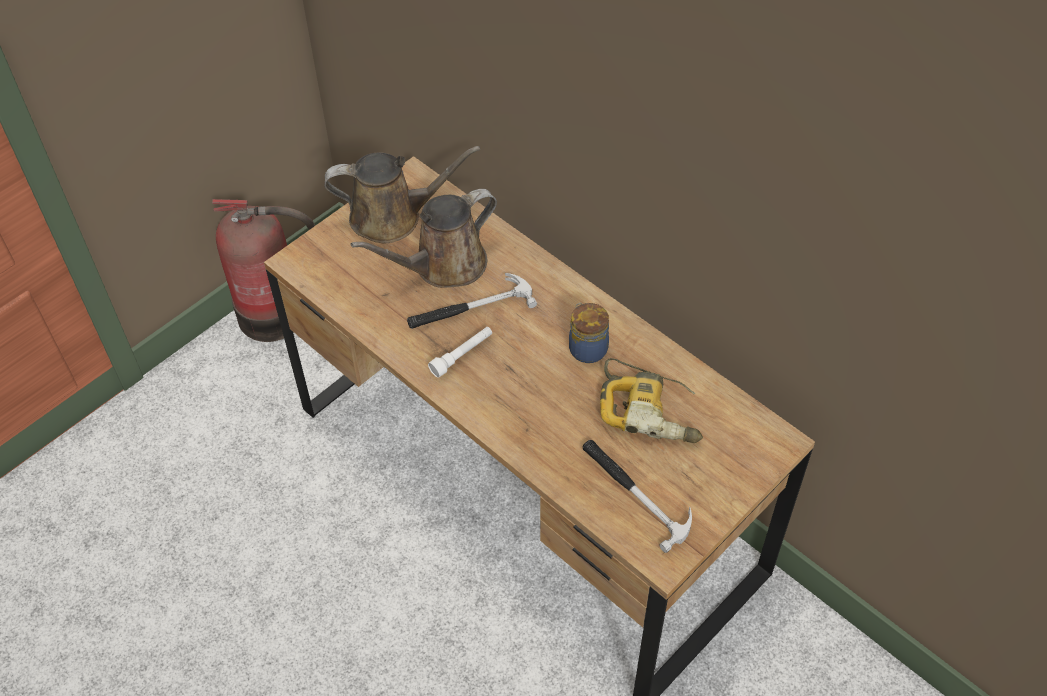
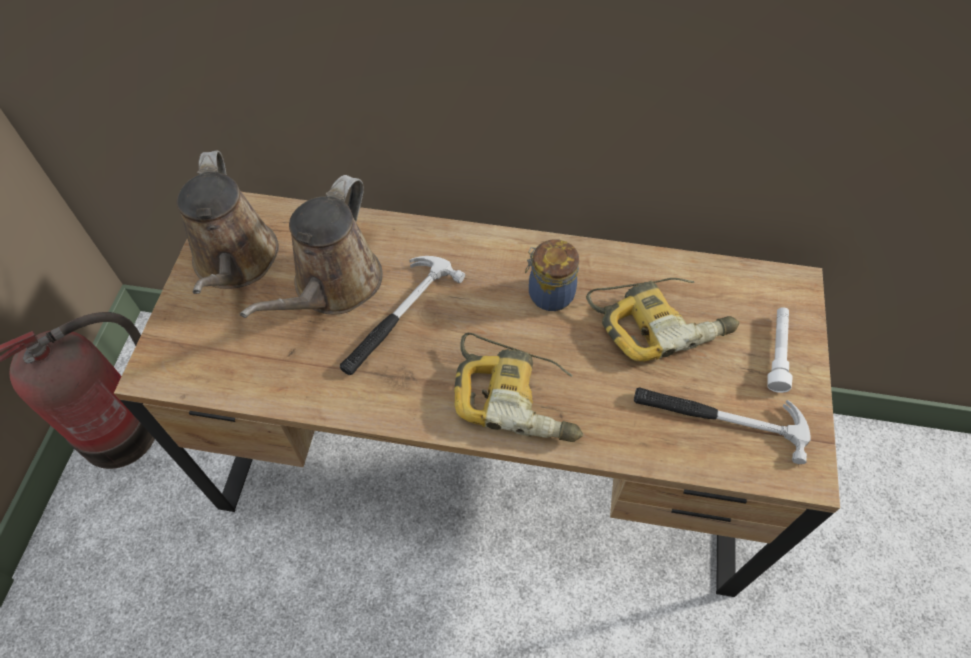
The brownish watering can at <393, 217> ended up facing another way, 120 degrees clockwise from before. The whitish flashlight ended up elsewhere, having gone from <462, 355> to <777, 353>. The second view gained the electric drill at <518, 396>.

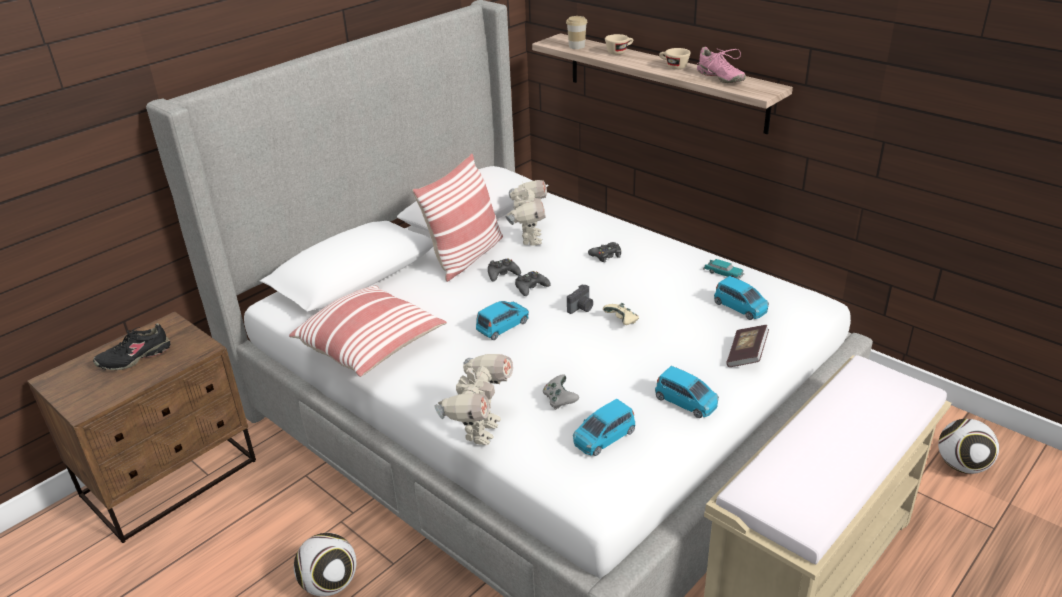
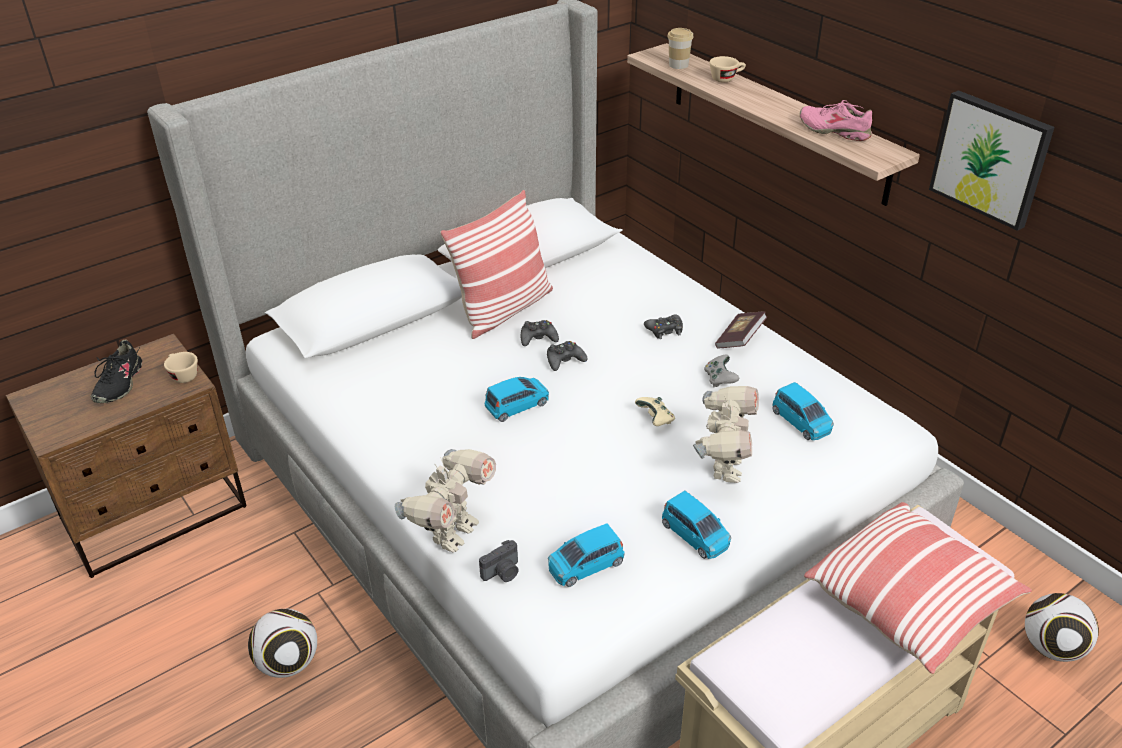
The pinkish low shoe at <720, 77> ended up facing another way, 150 degrees clockwise from before. The sand-coloured small cup ended up elsewhere, having gone from <673, 67> to <182, 375>. The robot figure ended up elsewhere, having gone from <529, 239> to <723, 467>. The second view lost the toy car at <723, 273>. The still camera ended up elsewhere, having gone from <581, 308> to <503, 573>. The throw pillow ended up elsewhere, having gone from <372, 346> to <910, 602>. The blackish low shoe at <135, 357> ended up facing another way, 60 degrees counterclockwise from before. The volume ended up elsewhere, having gone from <746, 355> to <739, 339>. The grey joypad ended up elsewhere, having gone from <559, 400> to <719, 379>. The second view gained the picture at <991, 158>.

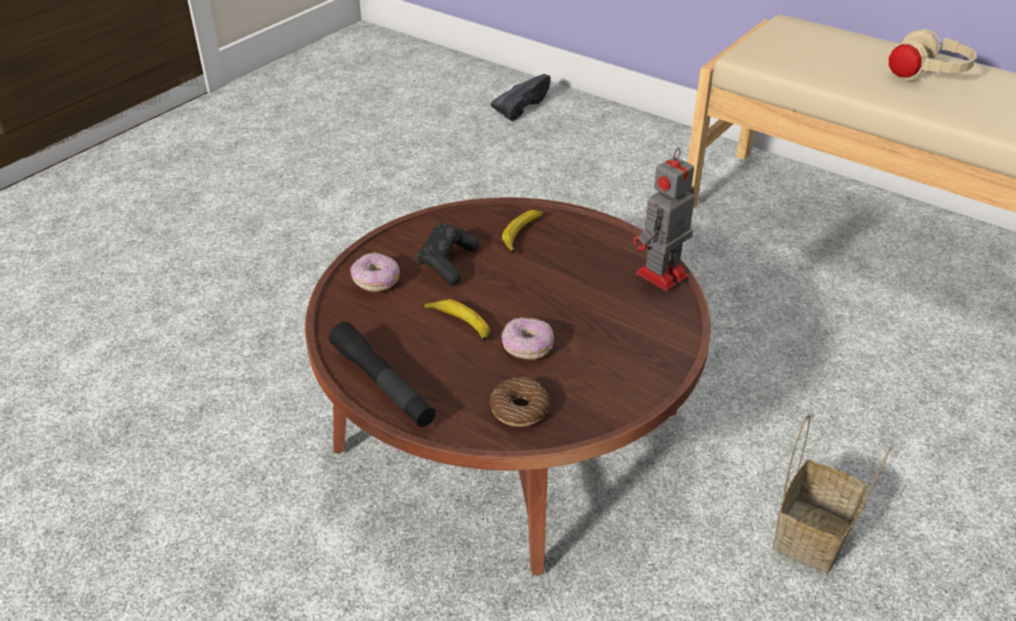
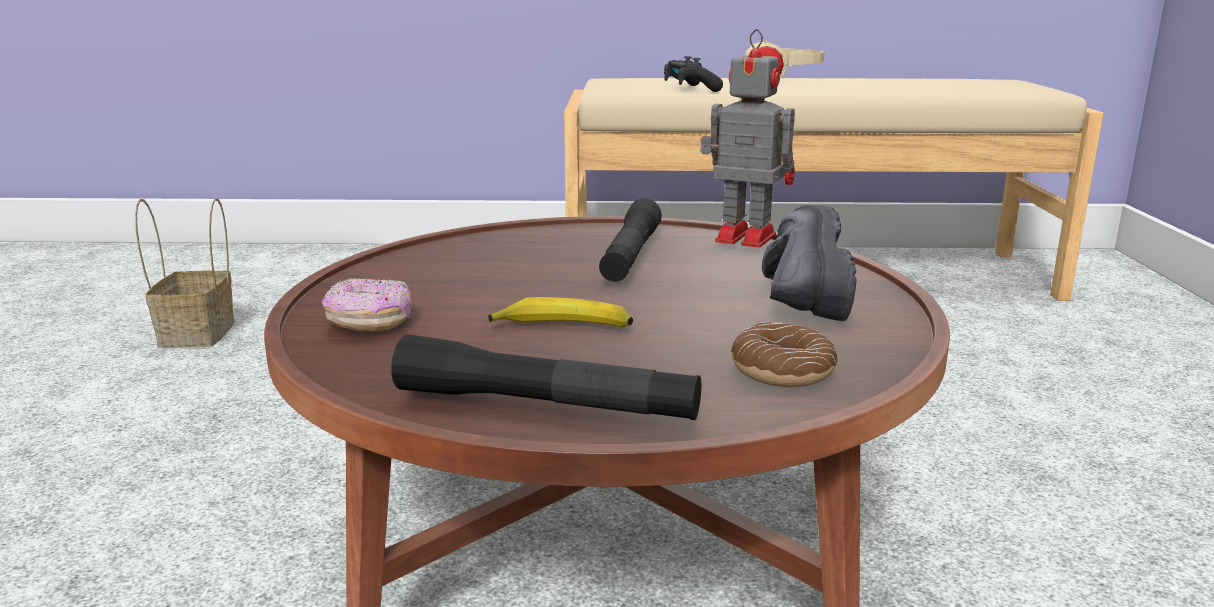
The blackish low shoe ended up elsewhere, having gone from <520, 106> to <792, 293>. The robot figure at <659, 276> ended up facing another way, 105 degrees clockwise from before. The second view lost the banana at <522, 235>. The blackish joypad ended up elsewhere, having gone from <447, 263> to <691, 89>. The second view lost the ring doughnut at <527, 348>. The basket ended up elsewhere, having gone from <812, 538> to <198, 335>. The second view gained the blackish flashlight at <630, 256>.

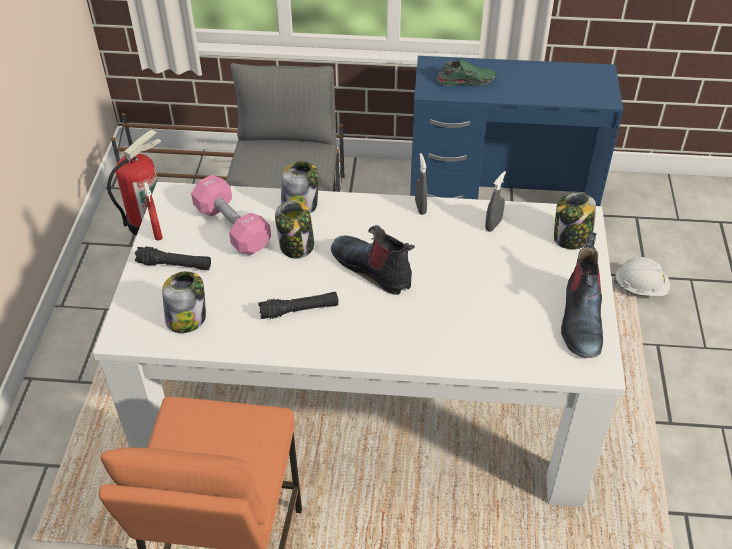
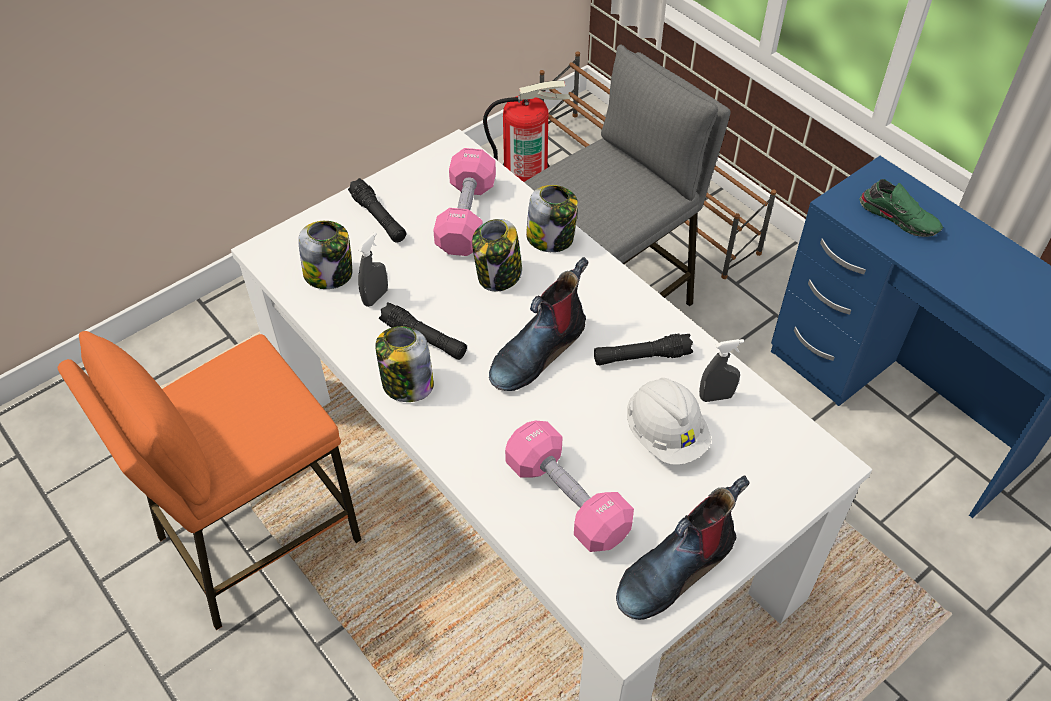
The grey sprayer ended up elsewhere, having gone from <420, 207> to <375, 297>. The second view lost the red-coloured sprayer at <157, 233>. The jar ended up elsewhere, having gone from <571, 238> to <406, 384>. The high-top boot at <373, 269> ended up facing another way, 135 degrees counterclockwise from before. The whitish hard hat ended up elsewhere, having gone from <640, 288> to <665, 435>. The second view gained the blackish flashlight at <641, 357>. The second view gained the pinkish free weight at <567, 499>.

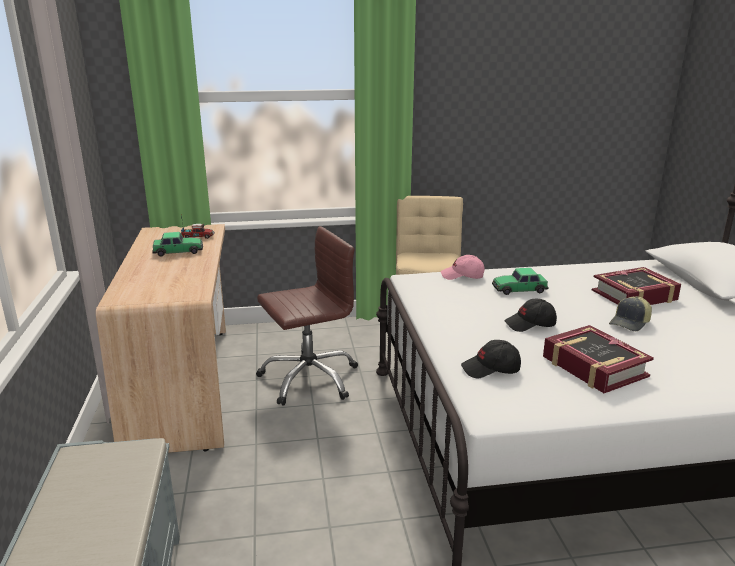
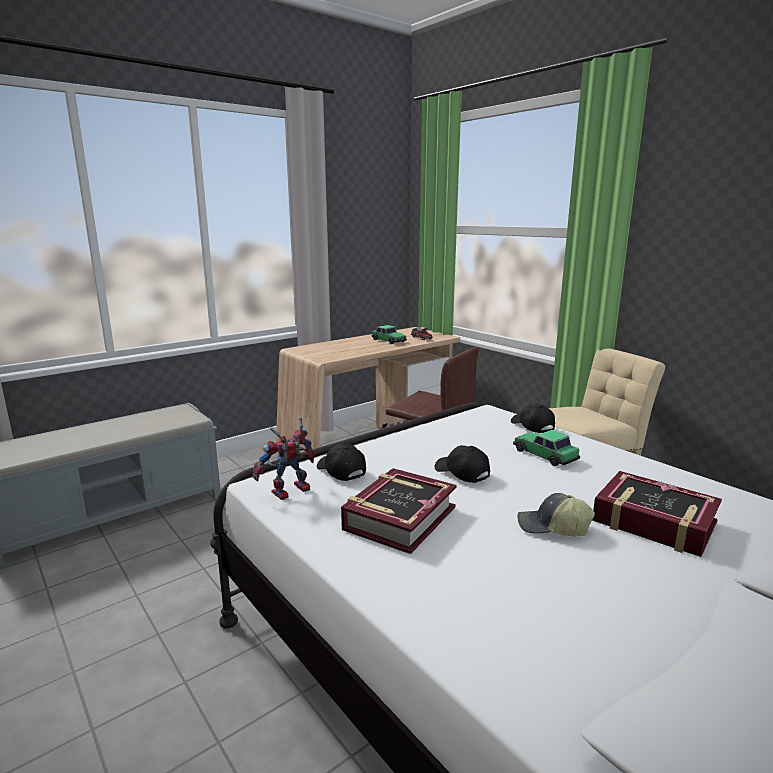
What was the pinkish peaked cap at <462, 276> turned into the blackish peaked cap at <531, 426>. The second view gained the robot figure at <289, 493>.

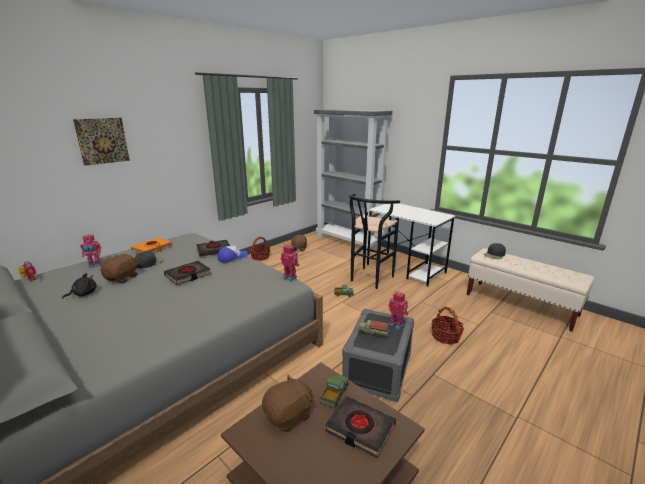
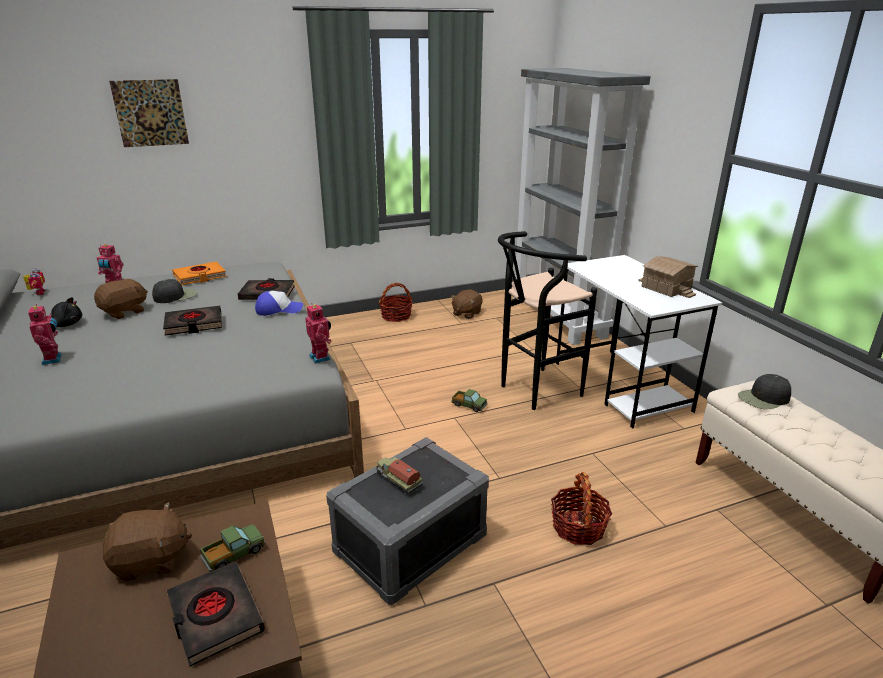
The robot figure ended up elsewhere, having gone from <397, 325> to <54, 359>. The second view gained the miniature house at <666, 287>.

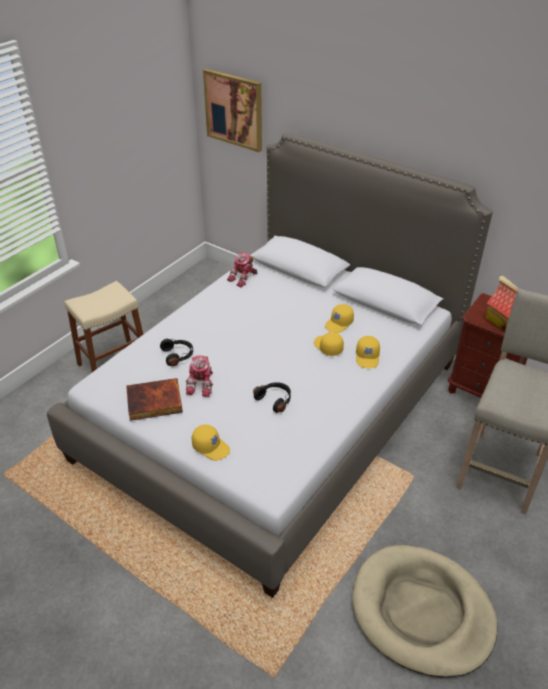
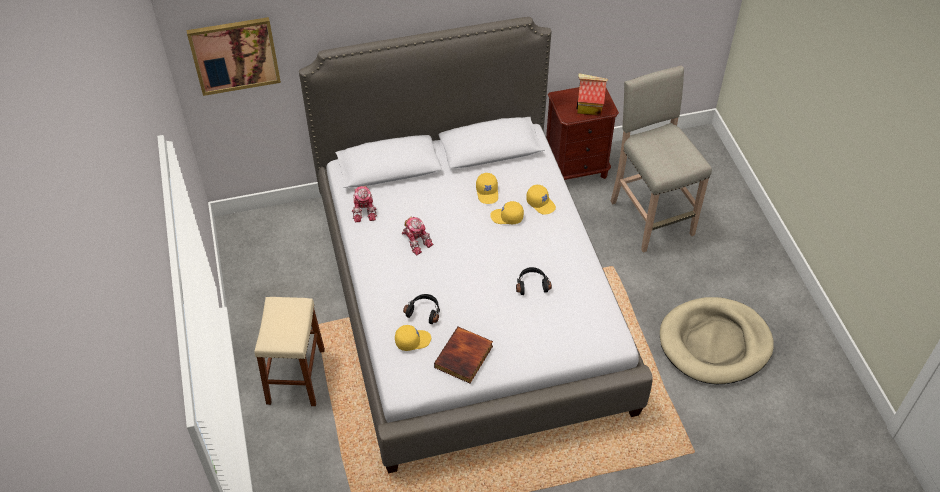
The robot figure ended up elsewhere, having gone from <202, 384> to <416, 241>. The yellow-coloured peaked cap ended up elsewhere, having gone from <211, 447> to <412, 340>.

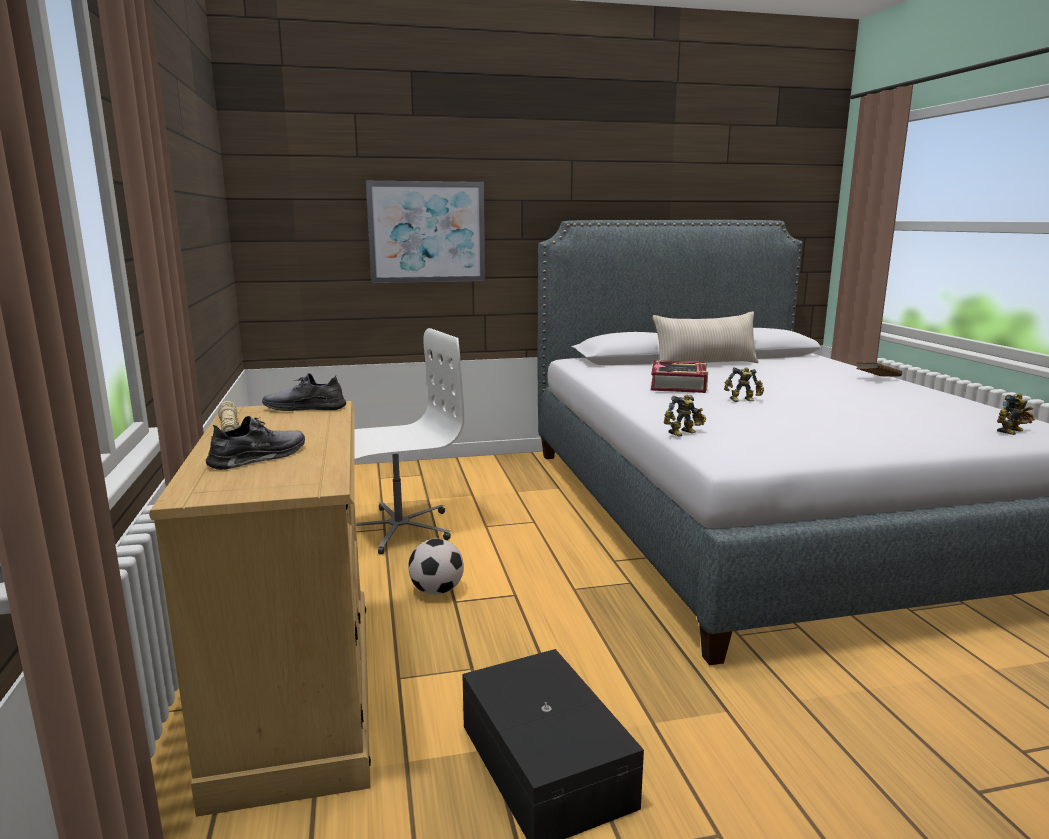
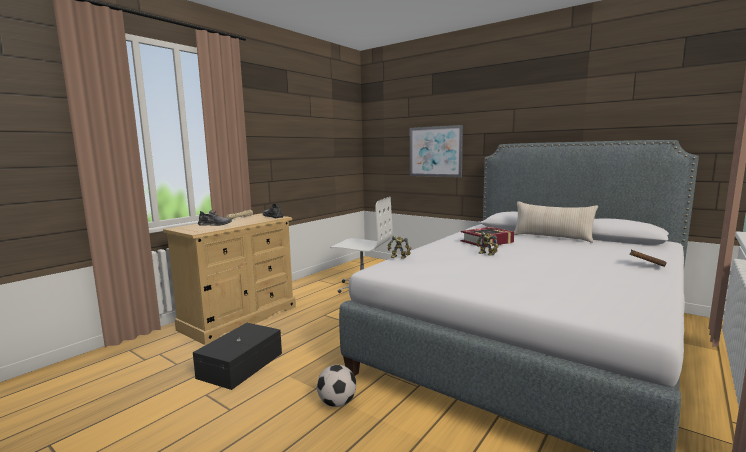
The second view lost the robot figure at <1012, 432>. The football ball ended up elsewhere, having gone from <436, 591> to <337, 403>.

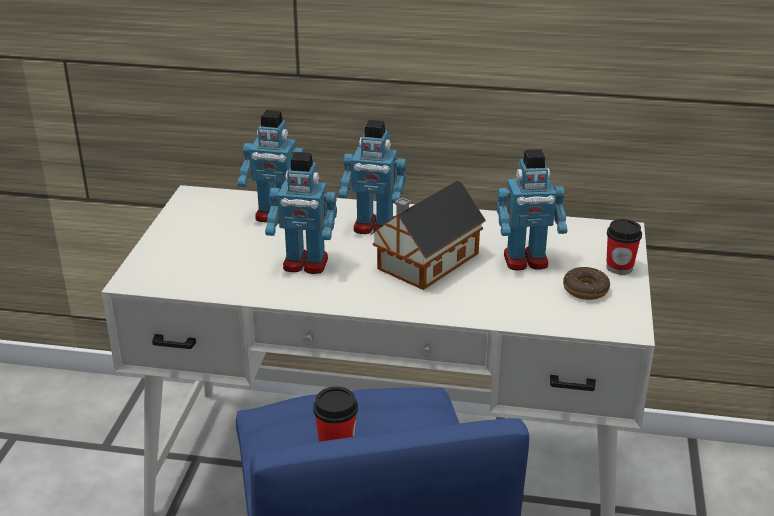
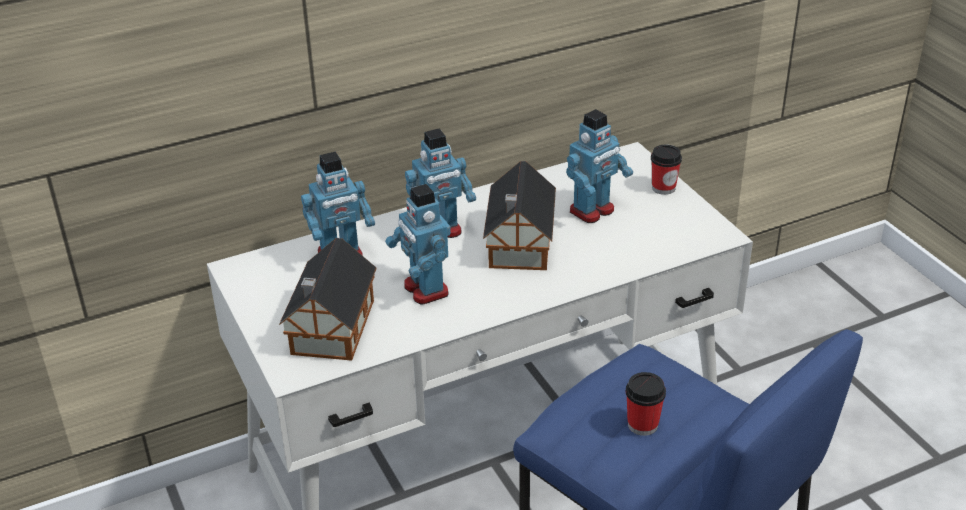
The robot figure at <305, 264> ended up facing another way, 90 degrees clockwise from before. The second view lost the ring doughnut at <585, 289>. The second view gained the miniature house at <330, 330>.

